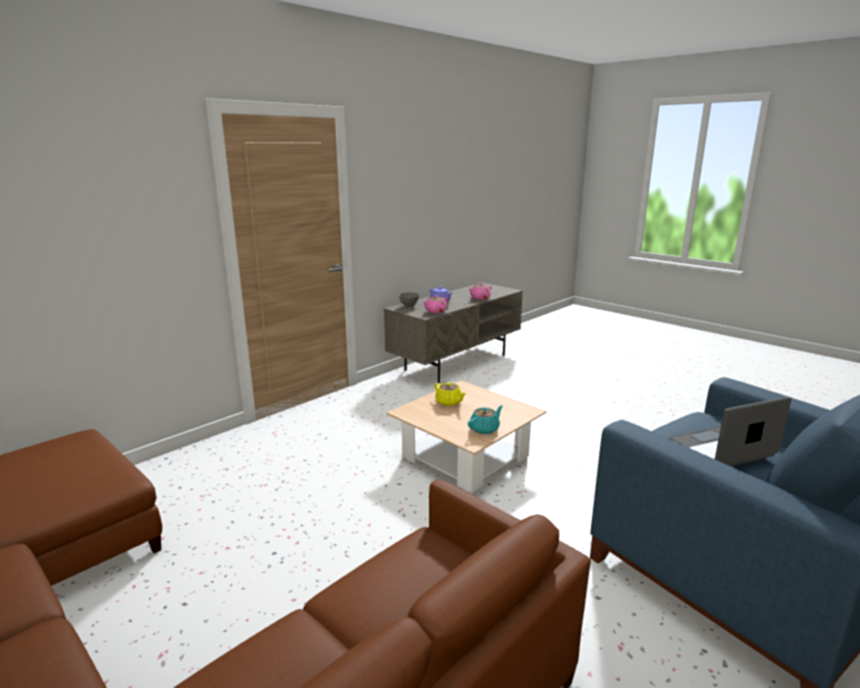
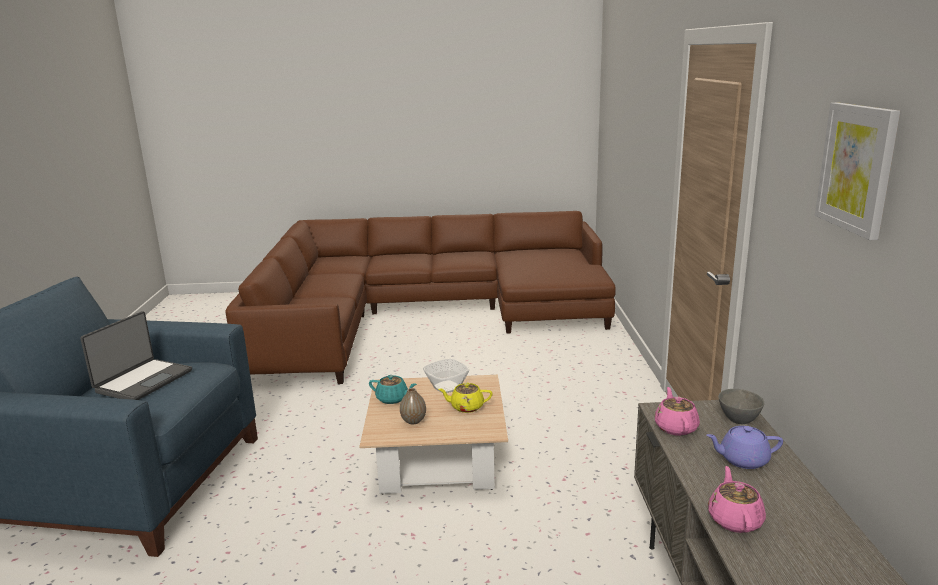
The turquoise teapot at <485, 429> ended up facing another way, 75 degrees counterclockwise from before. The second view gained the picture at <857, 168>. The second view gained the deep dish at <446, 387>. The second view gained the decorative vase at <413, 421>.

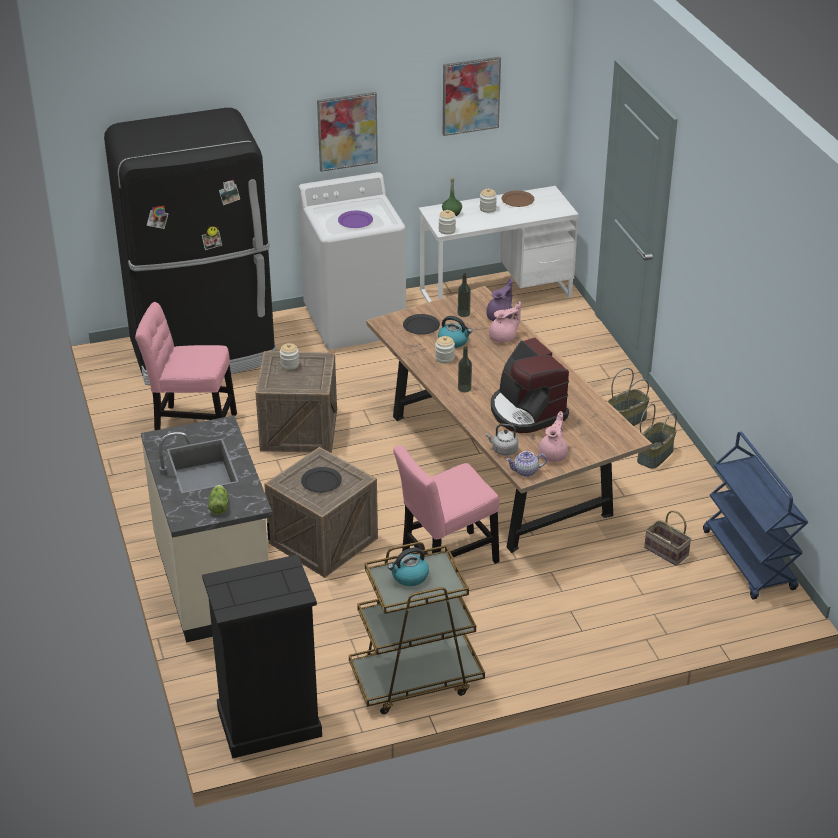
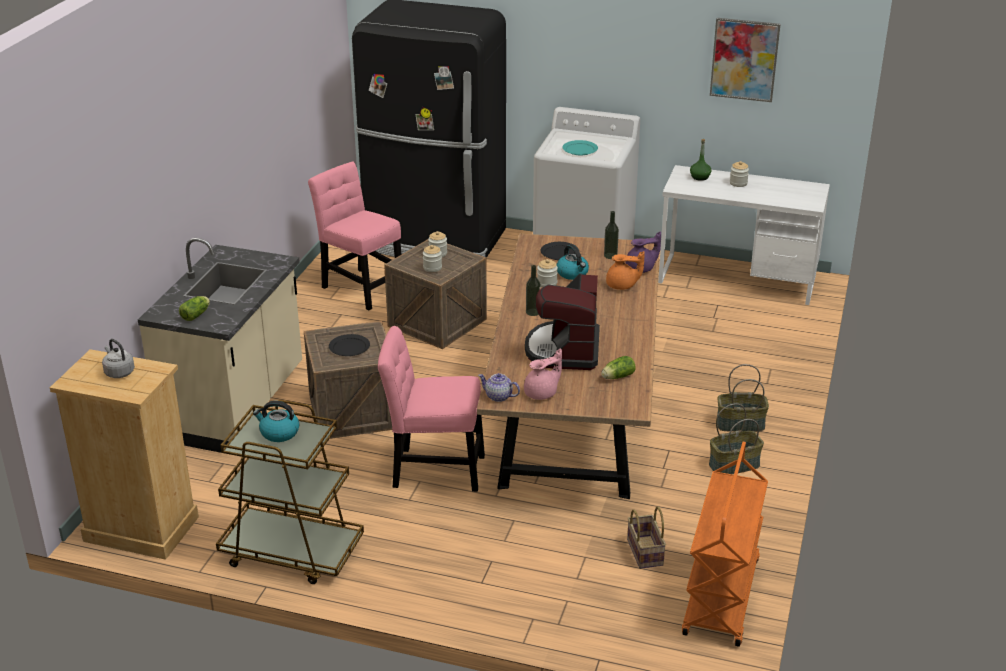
The second view lost the picture at <347, 131>. The second view lost the brownish plate at <518, 200>. The jar ended up elsewhere, having gone from <447, 230> to <432, 268>. What was the purplish plate at <355, 221> turned into the turquoise plate at <580, 149>. What was the pinkish teapot at <504, 337> turned into the orange teapot at <622, 286>. The grey water kettle ended up elsewhere, having gone from <503, 450> to <118, 372>. What was the blue-coloured trolley at <749, 561> turned into the orange trolley at <722, 598>. What was the blackish drawer chest at <269, 723> turned into the sand-coloured drawer chest at <141, 529>. The second view gained the lettuce head at <617, 377>.

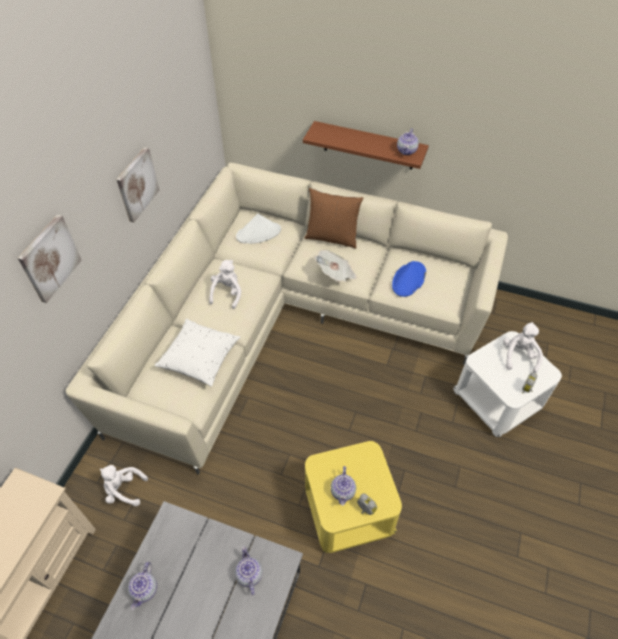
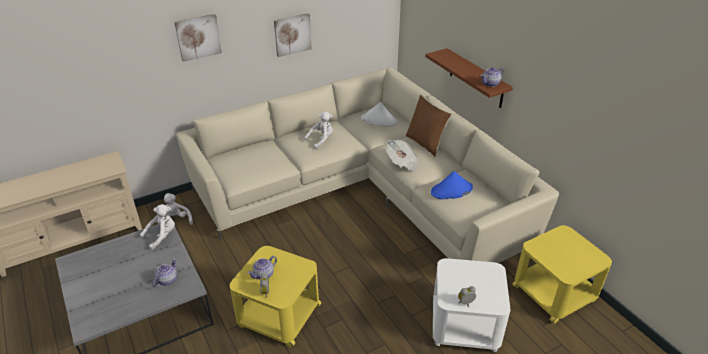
The second view lost the whitish throw pillow at <200, 359>. The whitish plush toy ended up elsewhere, having gone from <519, 356> to <162, 236>. The second view lost the teapot at <145, 590>. The second view gained the yellow-coloured end table at <554, 292>.

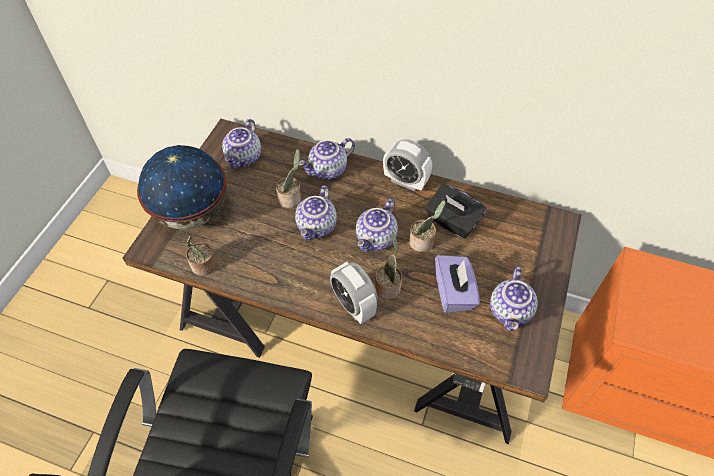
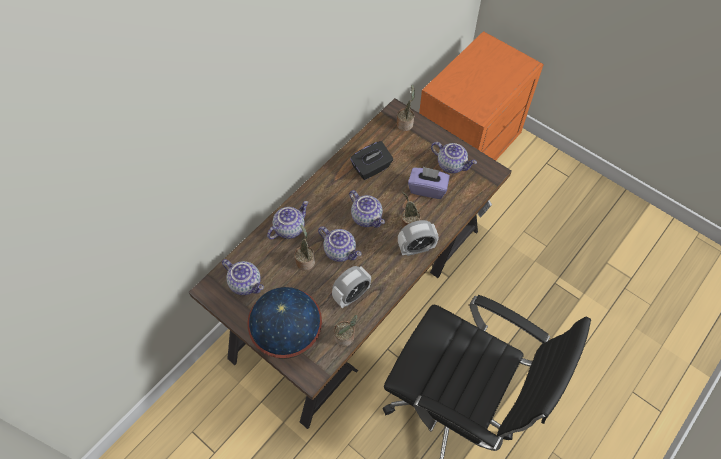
The teapot at <328, 171> ended up facing another way, 120 degrees counterclockwise from before. The table clock ended up elsewhere, having gone from <405, 181> to <351, 295>. The houseplant ended up elsewhere, having gone from <423, 242> to <405, 123>.

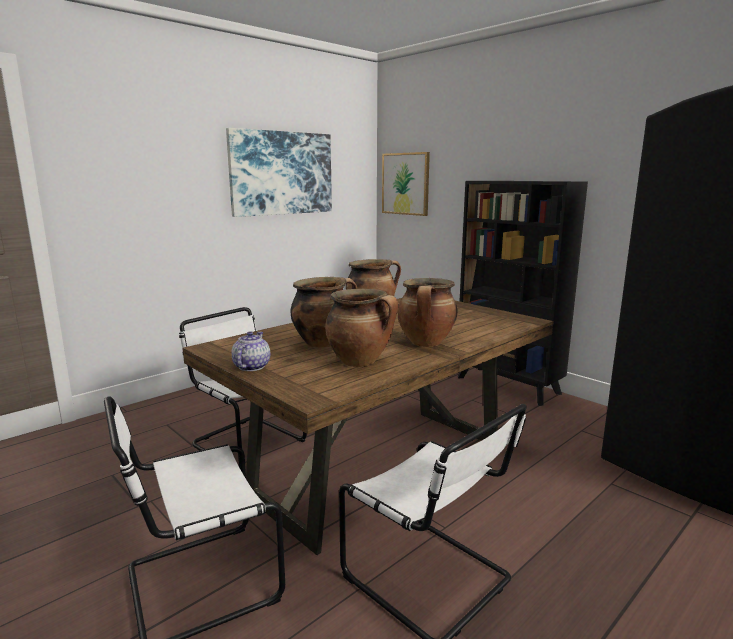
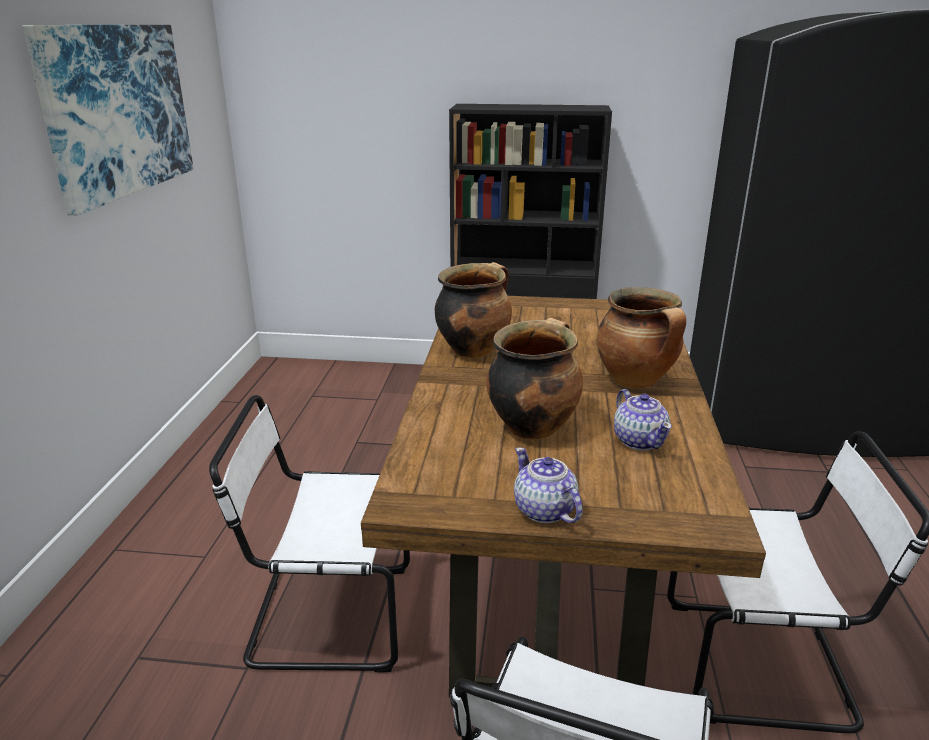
The second view lost the picture at <405, 184>. Where the cooking pot stood at <361, 362>, the teapot came to stand at <639, 440>.

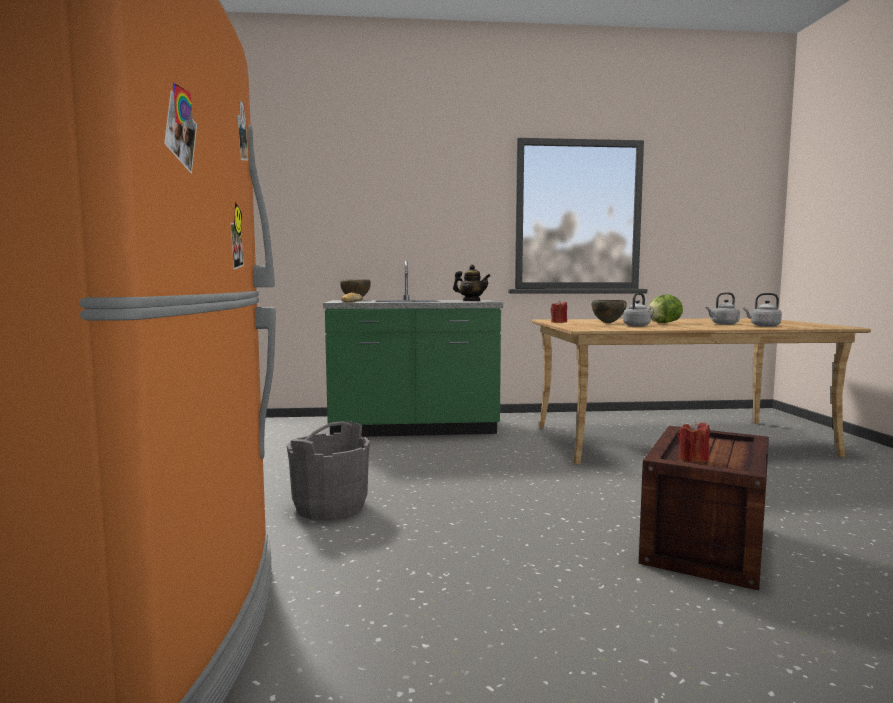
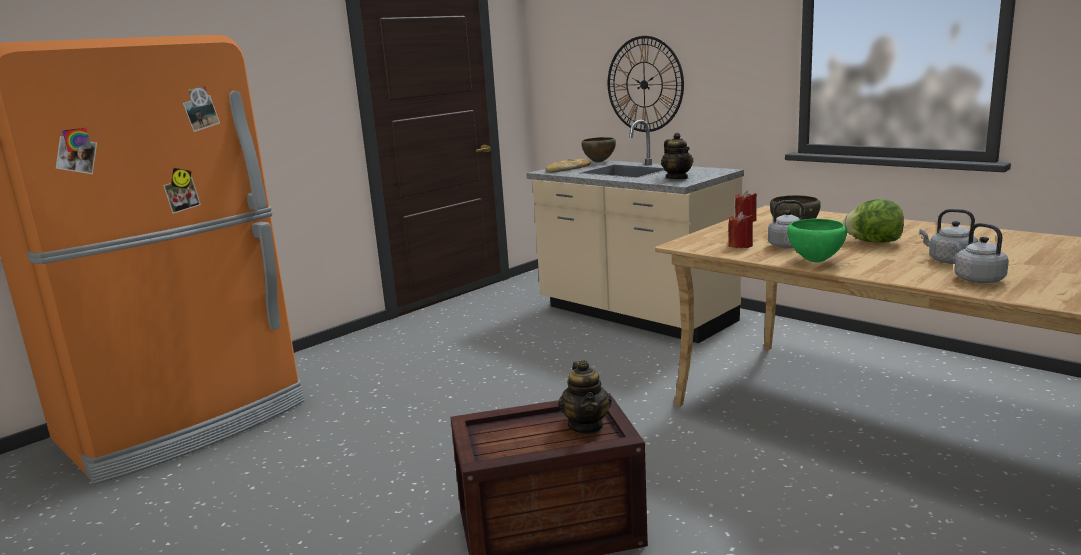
What was the green-coloured kitchen counter at <413, 429> turned into the sand-coloured kitchen counter at <634, 315>. The red-coloured candle ended up elsewhere, having gone from <693, 459> to <740, 245>. The second view lost the grey pail at <330, 507>. The second view gained the clock on the wall at <644, 84>. The second view gained the green-coloured deep dish at <816, 261>. The second view gained the teapot at <586, 426>.

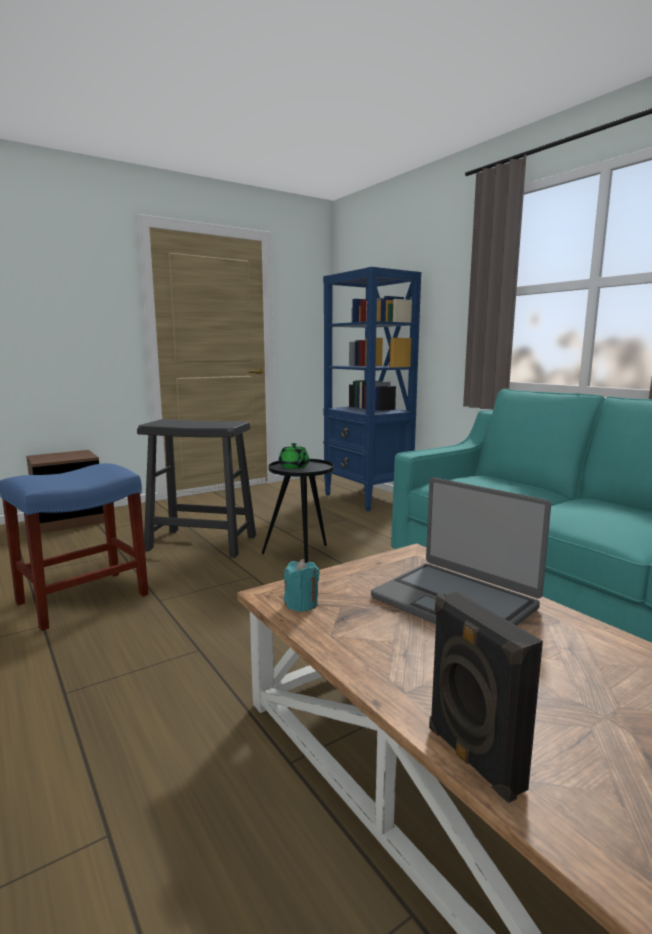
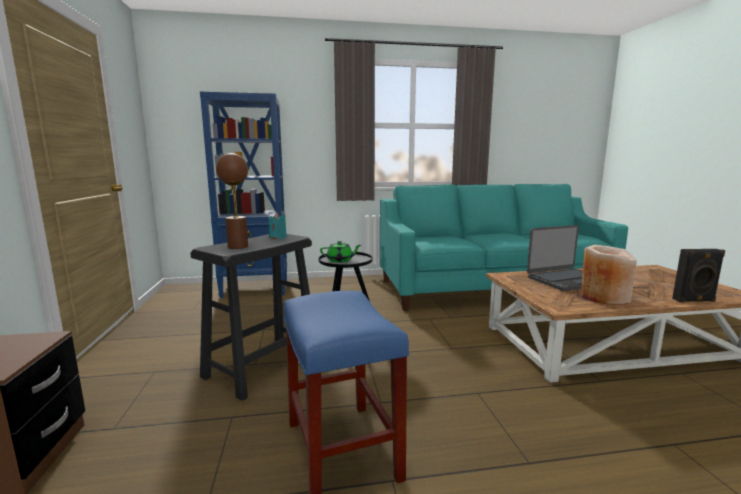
The turquoise candle ended up elsewhere, having gone from <301, 604> to <277, 237>. The second view gained the brownish tabletop lamp at <238, 246>. The second view gained the sand-coloured decorative vase at <603, 297>.

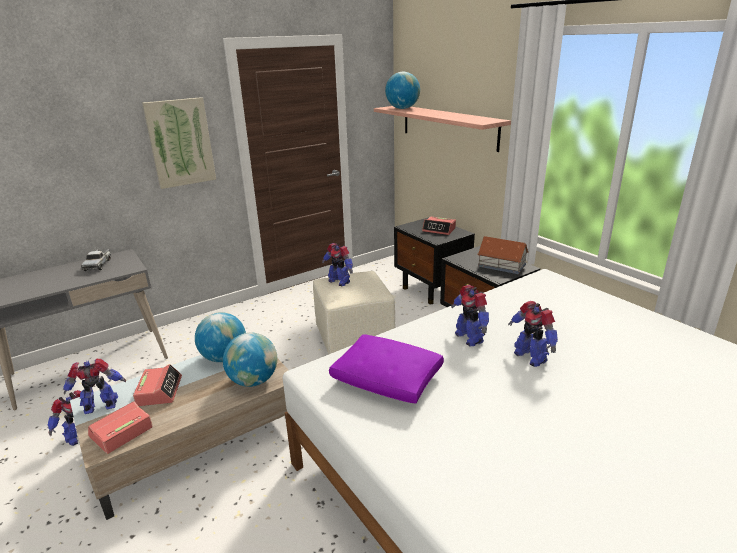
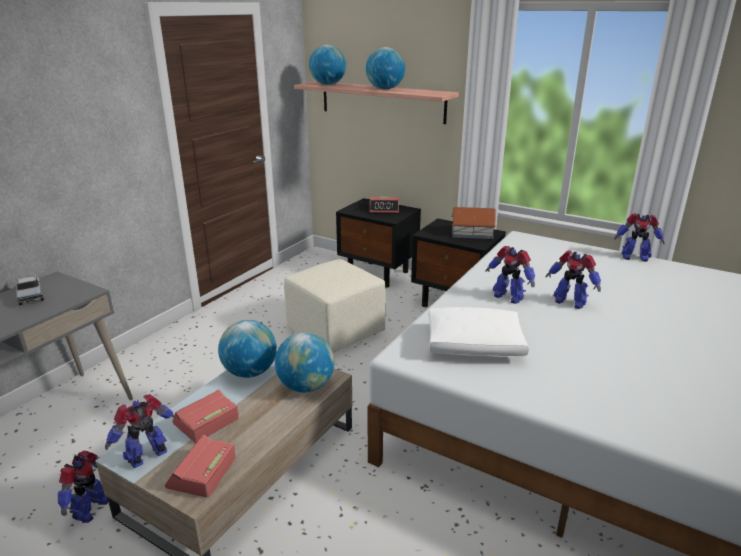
The second view lost the picture at <180, 142>. The robot figure ended up elsewhere, having gone from <339, 281> to <634, 257>. What was the purplish throw pillow at <388, 379> turned into the whitish throw pillow at <475, 344>. The table clock at <159, 391> ended up facing another way, 105 degrees counterclockwise from before. The second view gained the desk globe at <385, 89>.

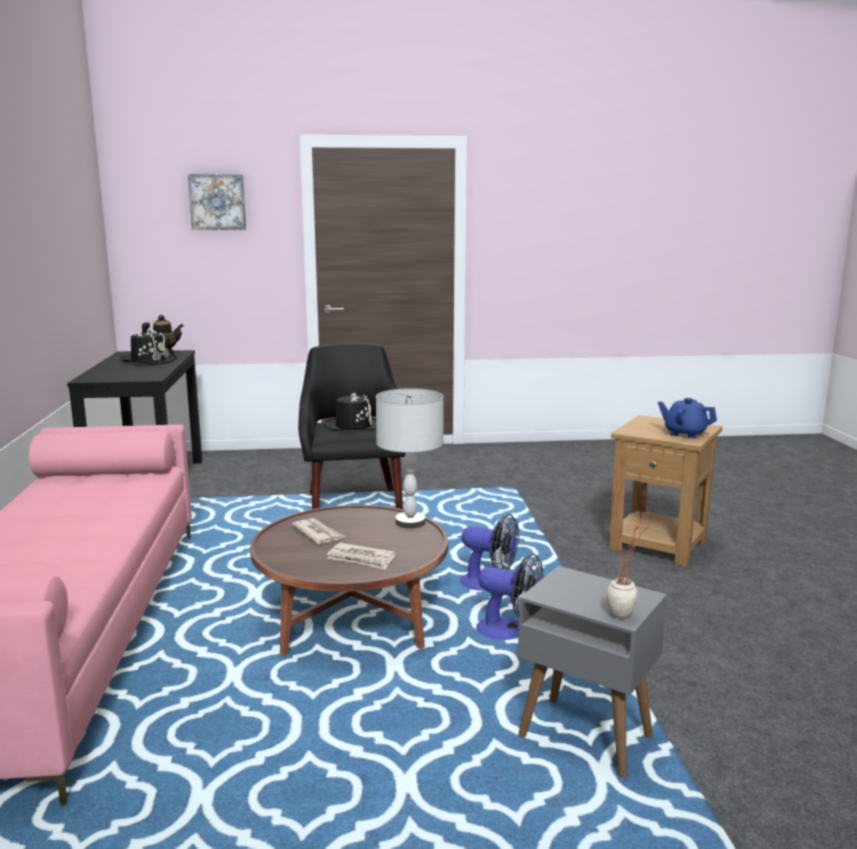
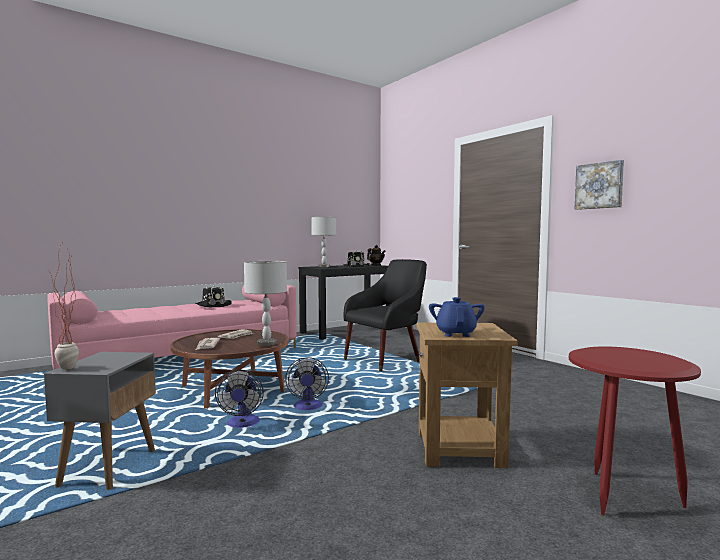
The picture ended up elsewhere, having gone from <217, 202> to <599, 186>. The blackish hat ended up elsewhere, having gone from <352, 426> to <213, 305>. The second view gained the grey tabletop lamp at <324, 266>. The second view gained the red-coloured end table at <623, 495>.

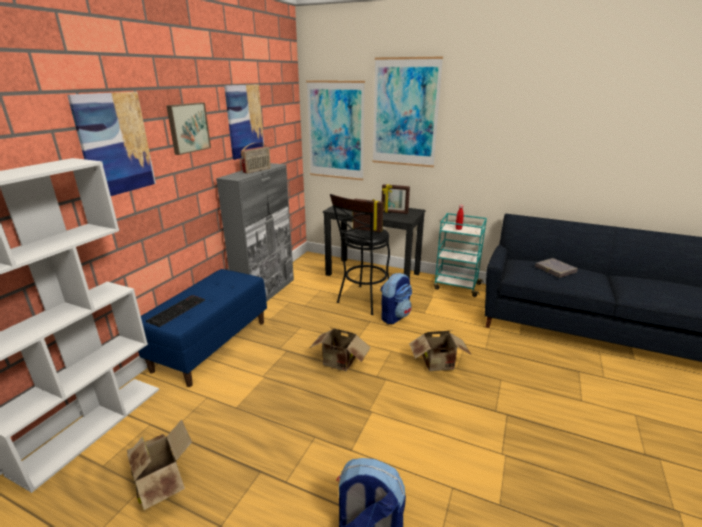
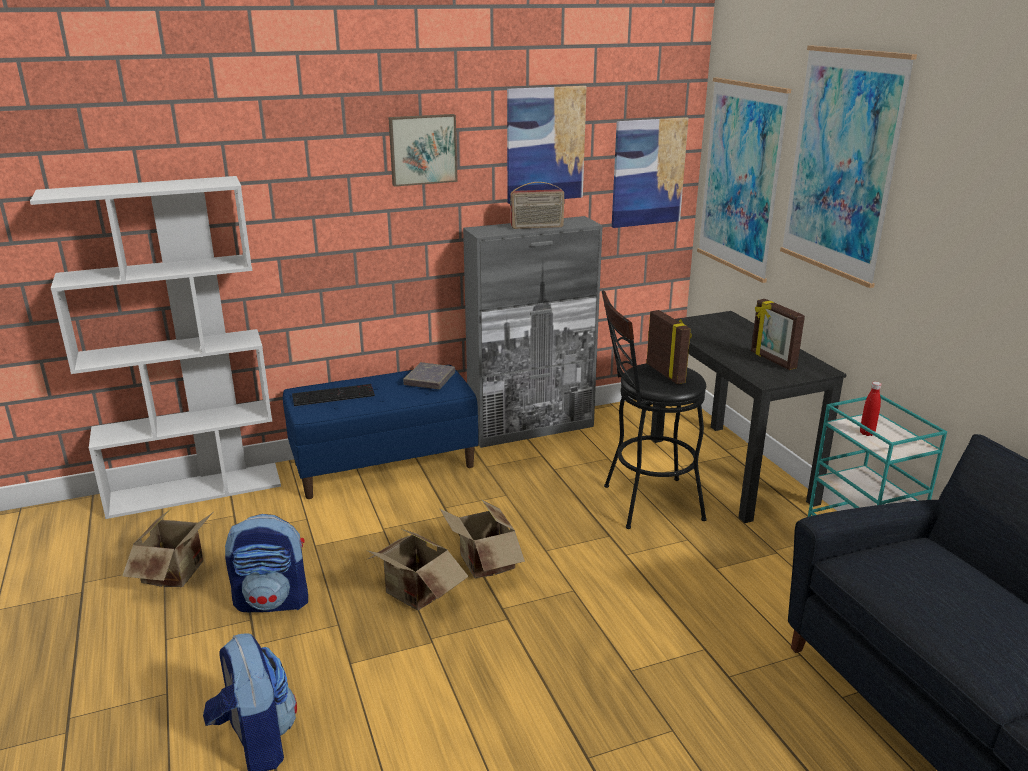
The picture ended up elsewhere, having gone from <115, 144> to <648, 172>. The grey volume ended up elsewhere, having gone from <555, 270> to <430, 379>. The rucksack ended up elsewhere, having gone from <395, 316> to <273, 601>. The cardboard box ended up elsewhere, having gone from <439, 365> to <415, 595>.

